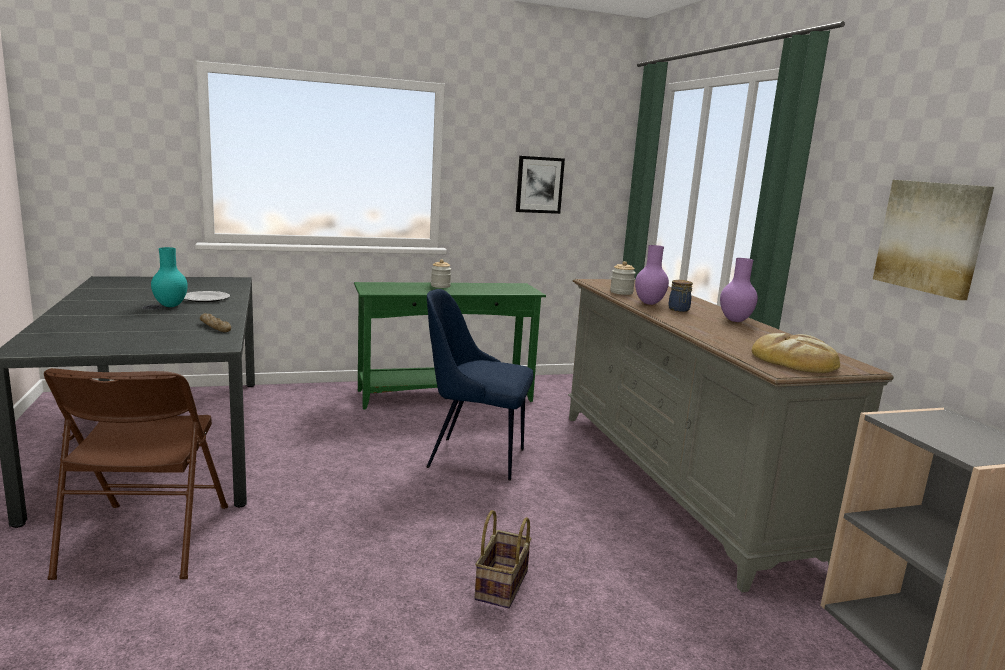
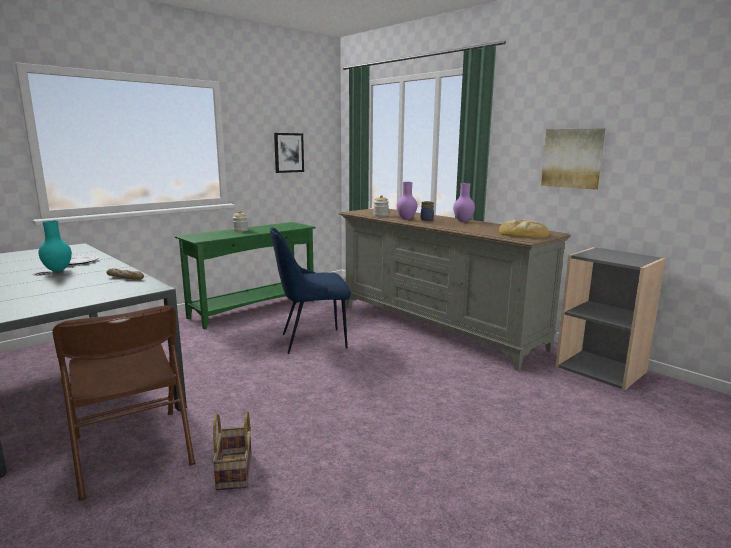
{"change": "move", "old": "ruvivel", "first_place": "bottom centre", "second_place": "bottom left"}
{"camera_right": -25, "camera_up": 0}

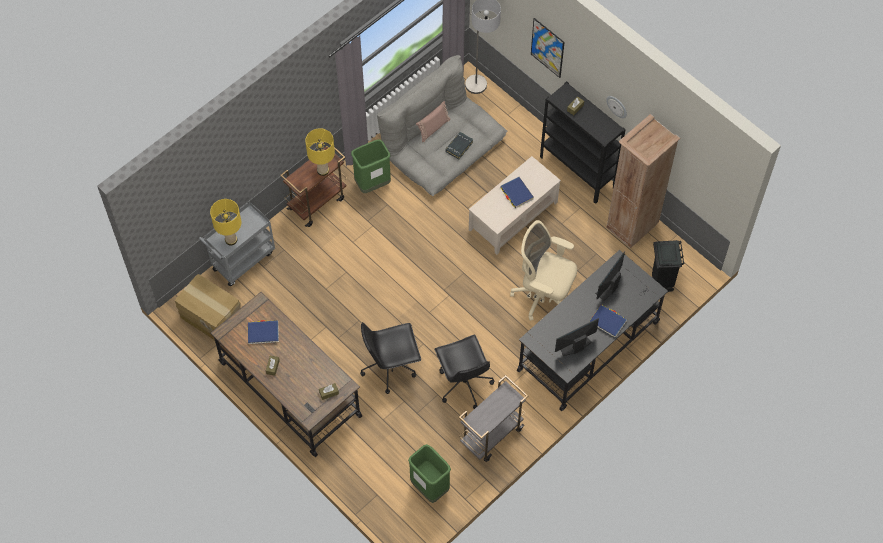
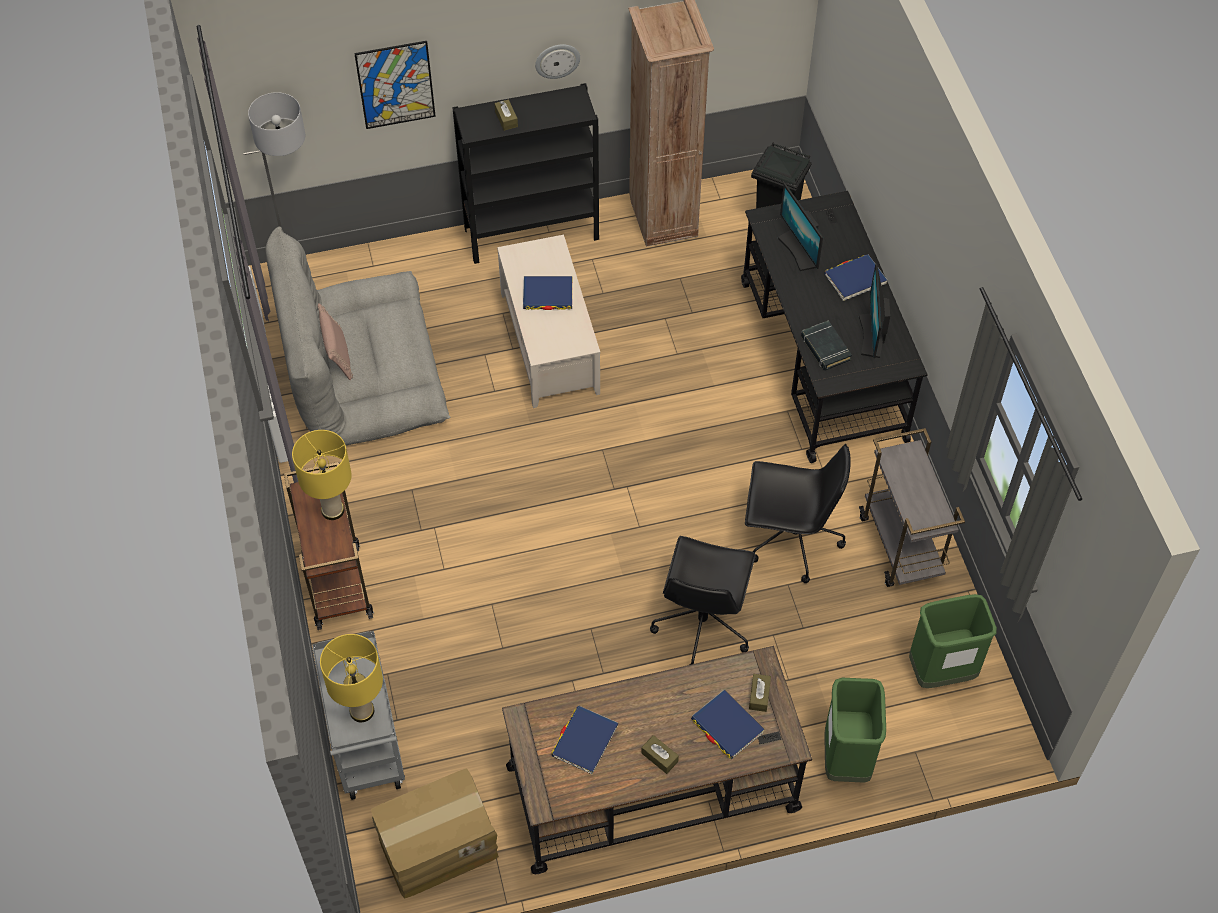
{"change": "move", "old": "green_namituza (1st from left)", "first_place": "top centre", "second_place": "bottom right"}
{"change": "move", "old": "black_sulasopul", "first_place": "top centre", "second_place": "middle right"}
{"change": "delete", "old": "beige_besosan", "first_place": "centre"}
{"change": "insert", "new": "blue_sulasopul (3rd from left)", "second_place": "bottom centre"}
{"camera_right": -60, "camera_up": -5}

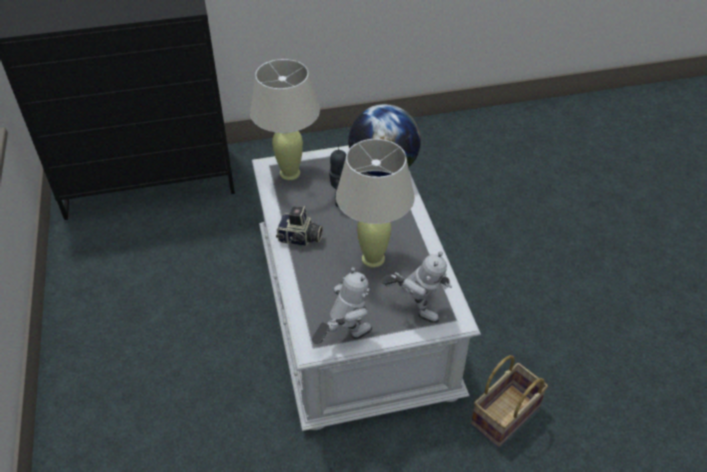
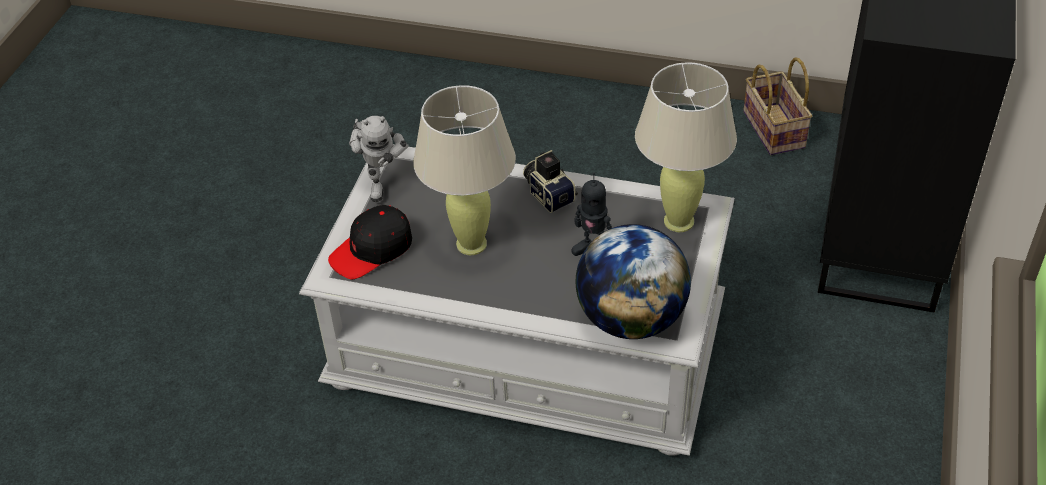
{"change": "rotate", "old": "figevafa", "first_place": "centre", "second_place": "centre", "degrees": 105}
{"change": "replace", "old": "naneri (3rd from left)", "new": "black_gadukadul", "first_place": "centre", "second_place": "centre"}
{"change": "move", "old": "ruvivel", "first_place": "bottom right", "second_place": "top right"}
{"camera_right": 120, "camera_up": 0}

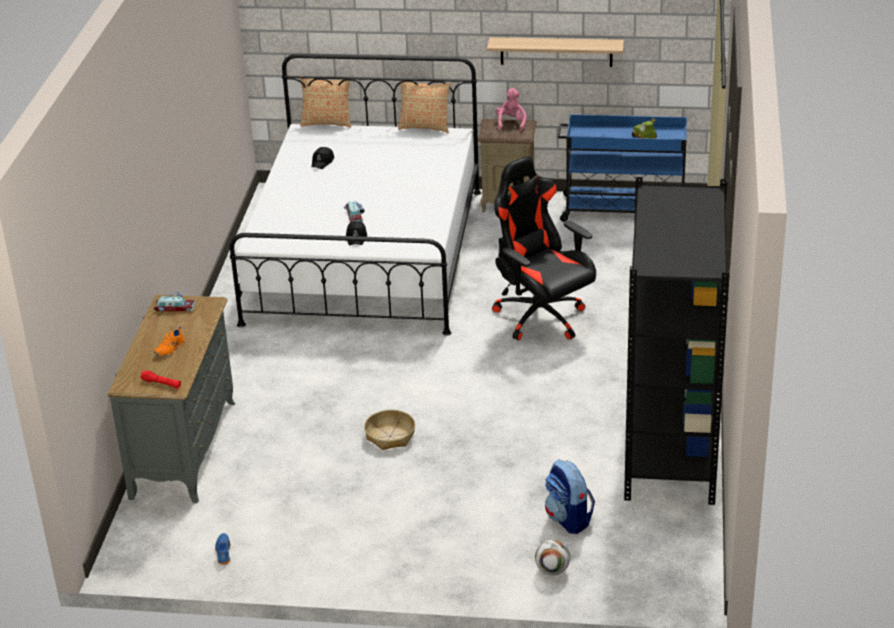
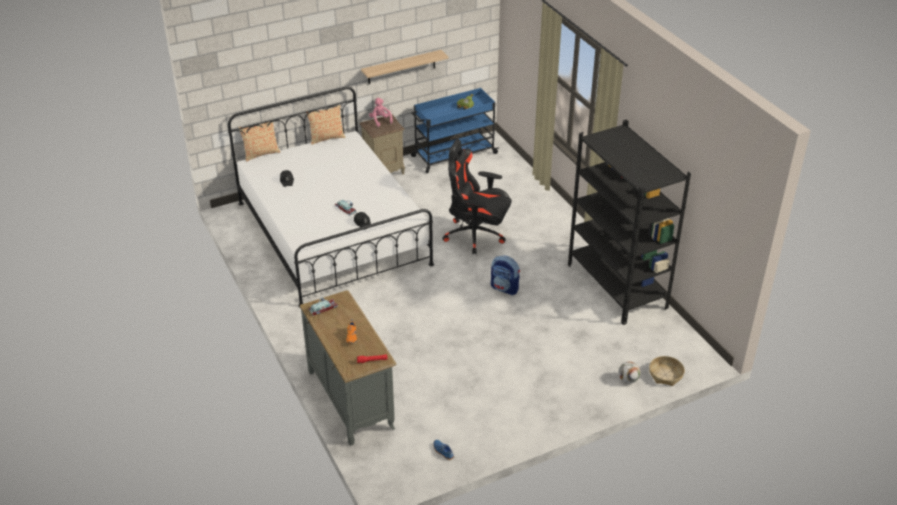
{"change": "move", "old": "ruvivel", "first_place": "bottom centre", "second_place": "bottom right"}
{"change": "move", "old": "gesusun", "first_place": "bottom centre", "second_place": "centre"}
{"camera_right": -35, "camera_up": 5}

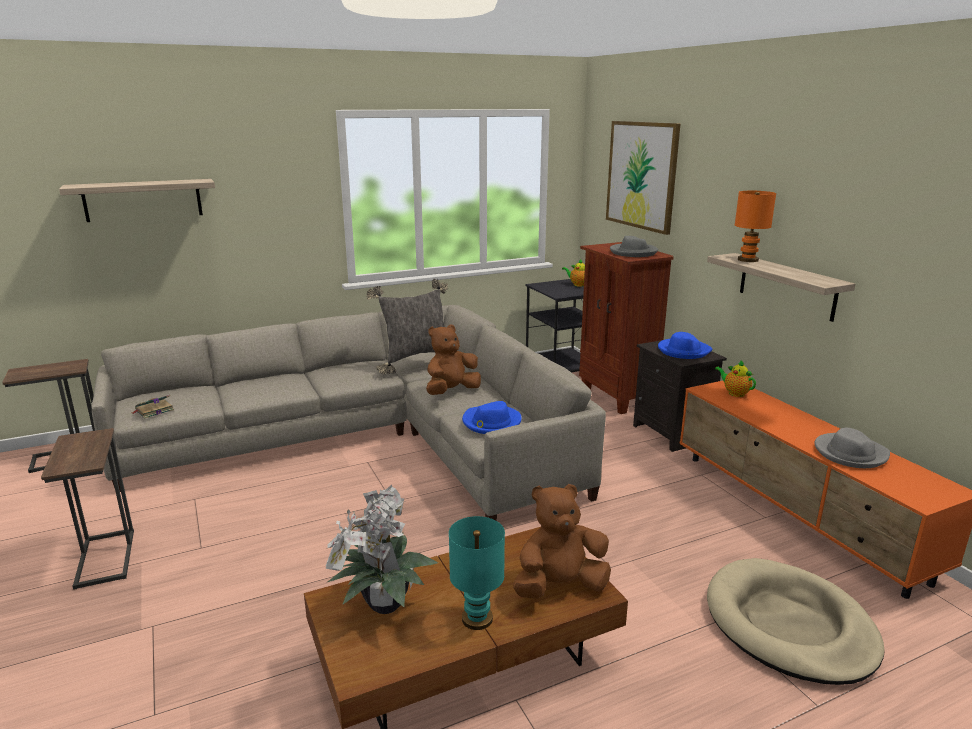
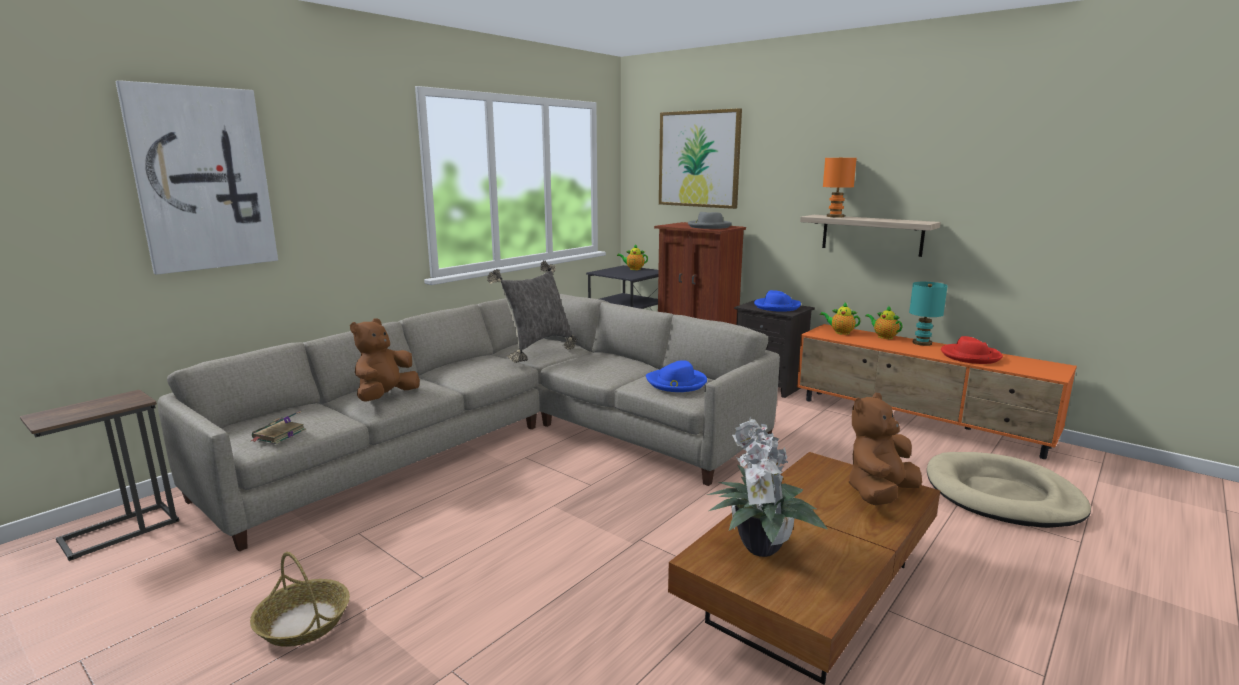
{"change": "replace", "old": "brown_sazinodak (2nd from left)", "new": "ruvivel", "first_place": "bottom left", "second_place": "bottom left"}
{"change": "replace", "old": "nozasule (1st from left)", "new": "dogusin (1st from left)", "first_place": "top left", "second_place": "top left"}
{"change": "move", "old": "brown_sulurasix (1st from left)", "first_place": "centre", "second_place": "middle left"}
{"change": "move", "old": "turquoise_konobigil", "first_place": "bottom centre", "second_place": "middle right"}
{"change": "recolor", "old": "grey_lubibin (2nd from left)", "new": "red_lubibin", "first_place": "middle right", "second_place": "middle right"}
{"change": "insert", "new": "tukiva (3rd from left)", "second_place": "middle right"}
{"camera_right": -25, "camera_up": -5}

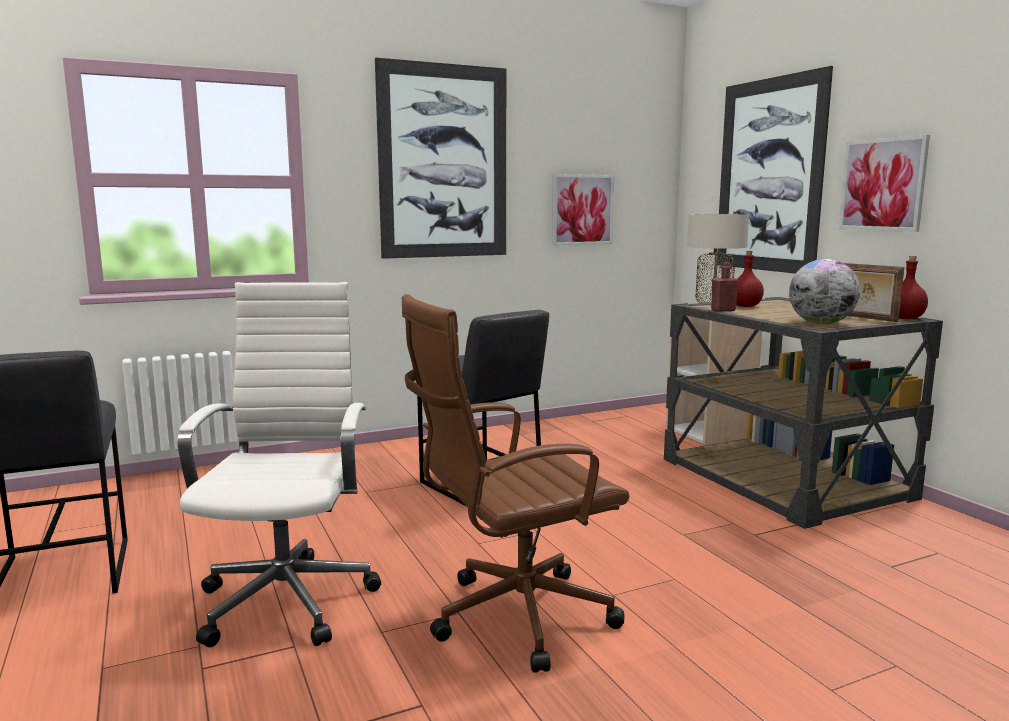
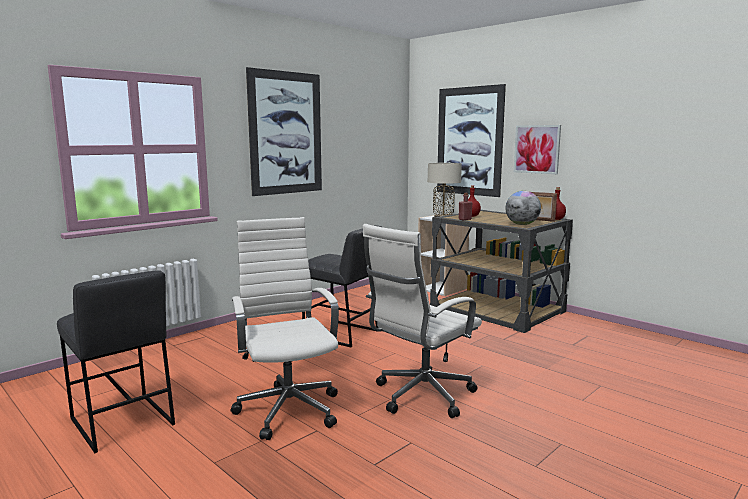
{"change": "recolor", "old": "brown_besosan", "new": "white_besosan (2nd from left)", "first_place": "bottom centre", "second_place": "centre"}
{"change": "delete", "old": "dogusin (2nd from left)", "first_place": "top centre"}
{"camera_right": -20, "camera_up": 0}

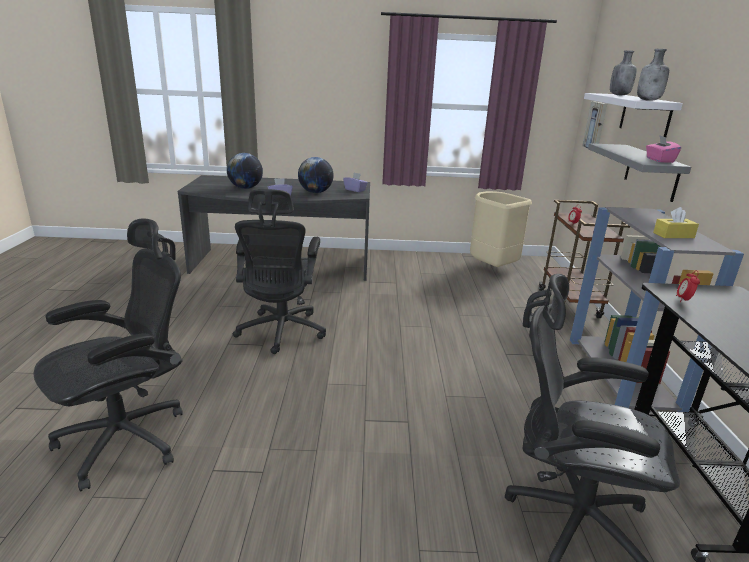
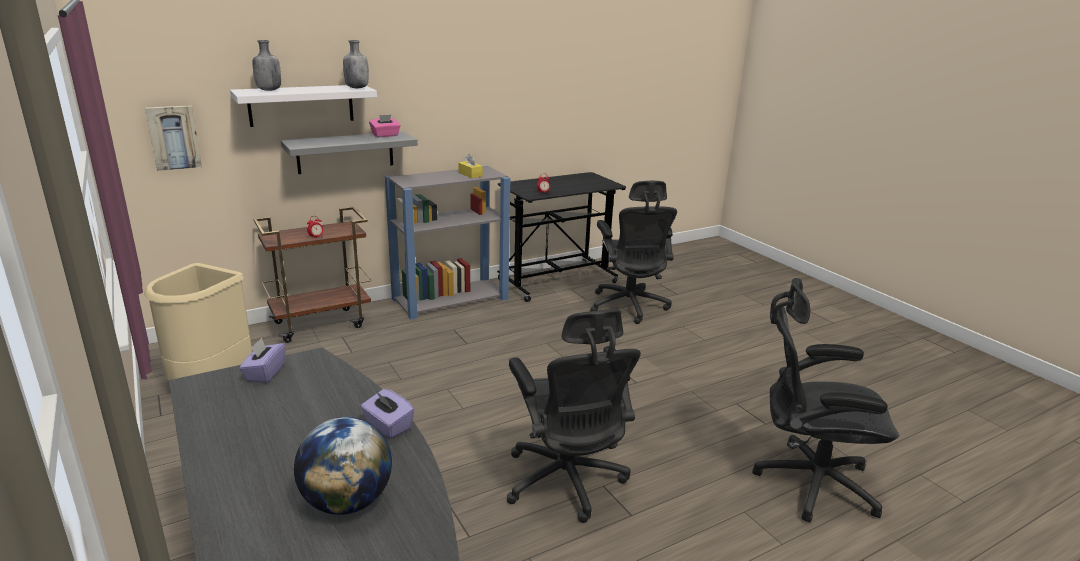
{"change": "rotate", "old": "besosan (2nd from left in the first image)", "first_place": "centre", "second_place": "bottom centre", "degrees": 105}
{"change": "delete", "old": "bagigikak (2nd from left)", "first_place": "top centre"}
{"camera_right": -120, "camera_up": 0}

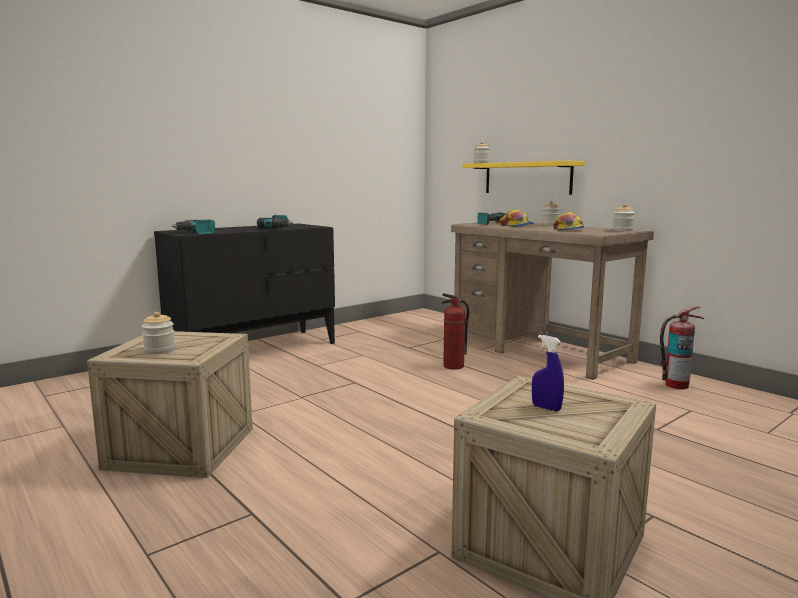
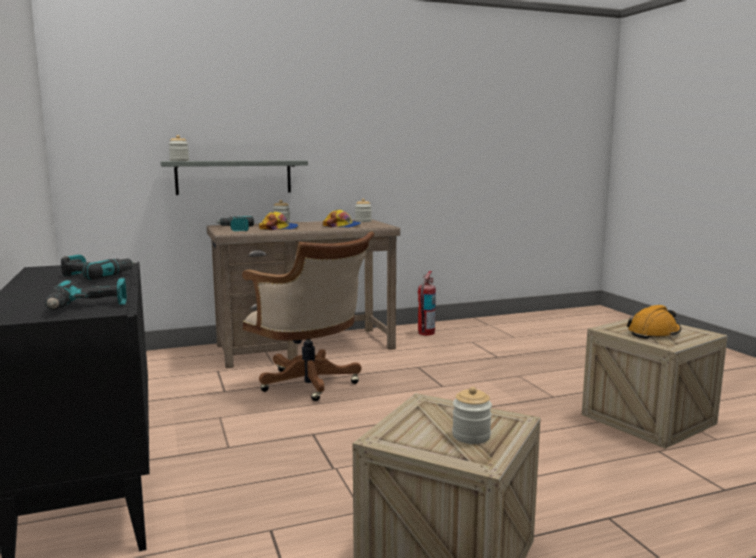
{"change": "replace", "old": "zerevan (1st from left)", "new": "besosan", "first_place": "centre", "second_place": "centre"}
{"change": "recolor", "old": "yellow_nozasule", "new": "grey_nozasule", "first_place": "top centre", "second_place": "top left"}
{"change": "replace", "old": "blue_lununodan", "new": "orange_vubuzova", "first_place": "middle right", "second_place": "middle right"}
{"camera_right": -70, "camera_up": 0}

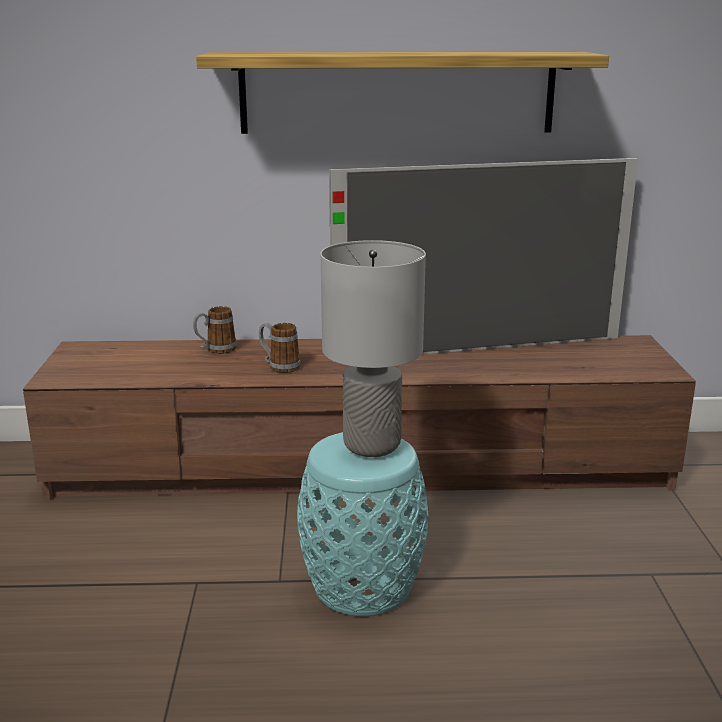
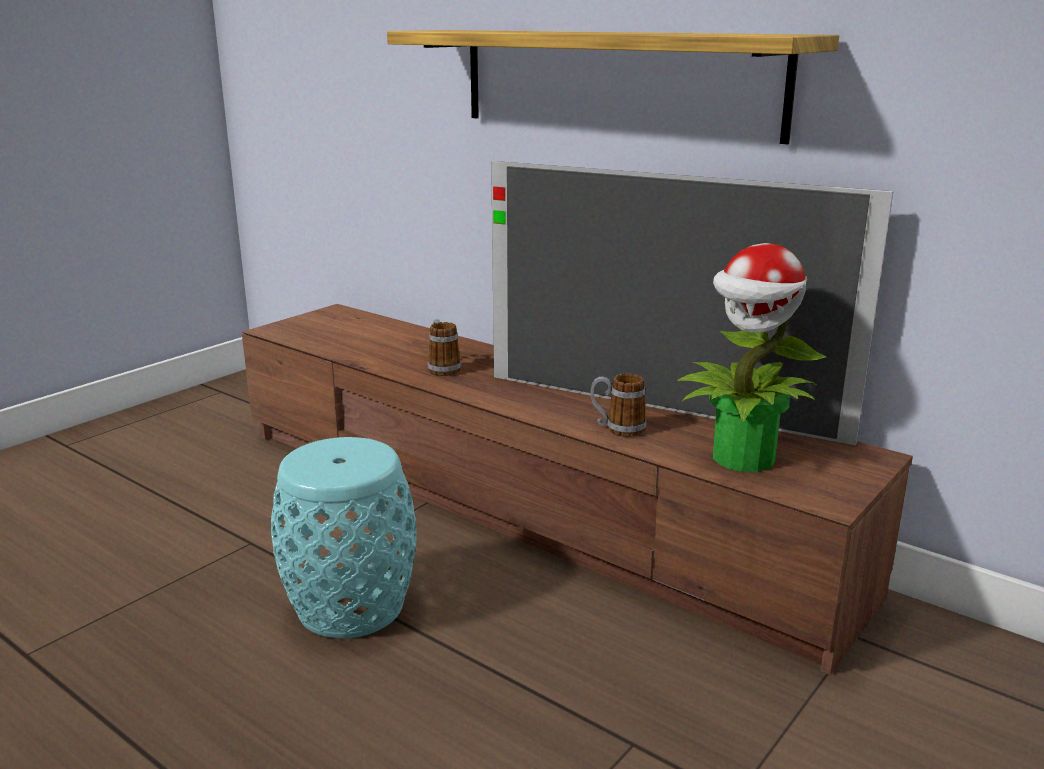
{"change": "move", "old": "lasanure (1st from left in the first image)", "new": "lasanure (2nd from left)", "first_place": "middle left", "second_place": "centre"}
{"change": "delete", "old": "grey_konobigil", "first_place": "centre"}
{"change": "insert", "new": "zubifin", "second_place": "middle right"}
{"camera_right": 40, "camera_up": 0}

